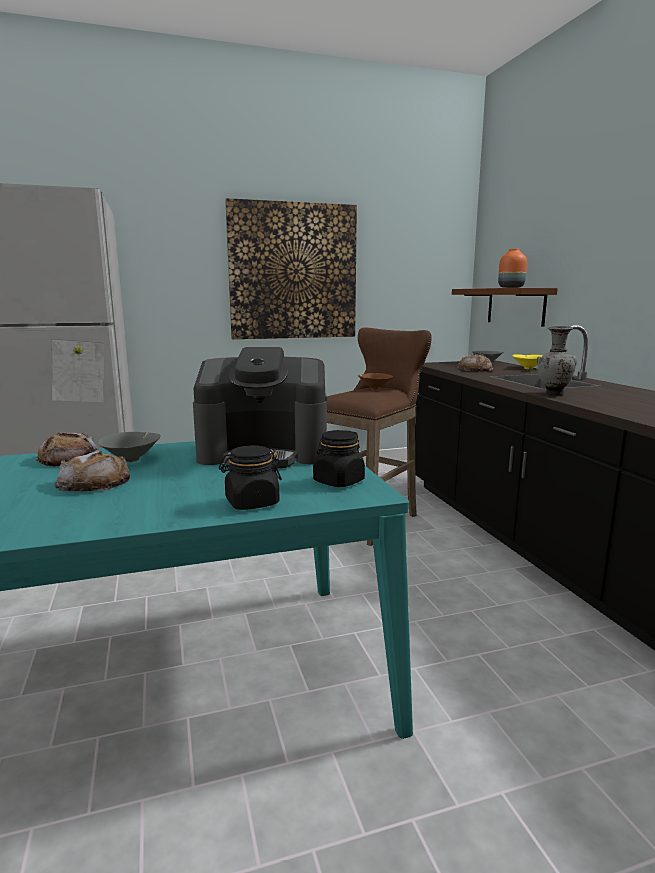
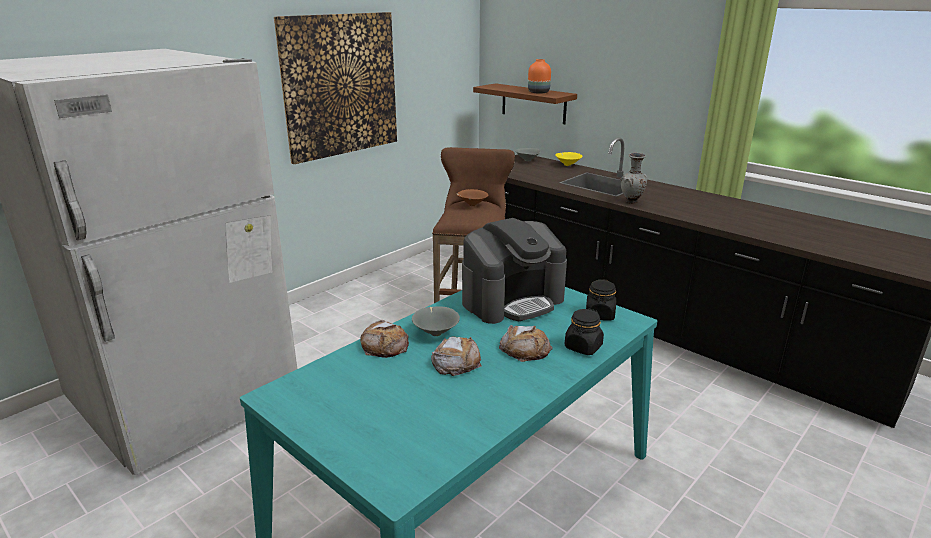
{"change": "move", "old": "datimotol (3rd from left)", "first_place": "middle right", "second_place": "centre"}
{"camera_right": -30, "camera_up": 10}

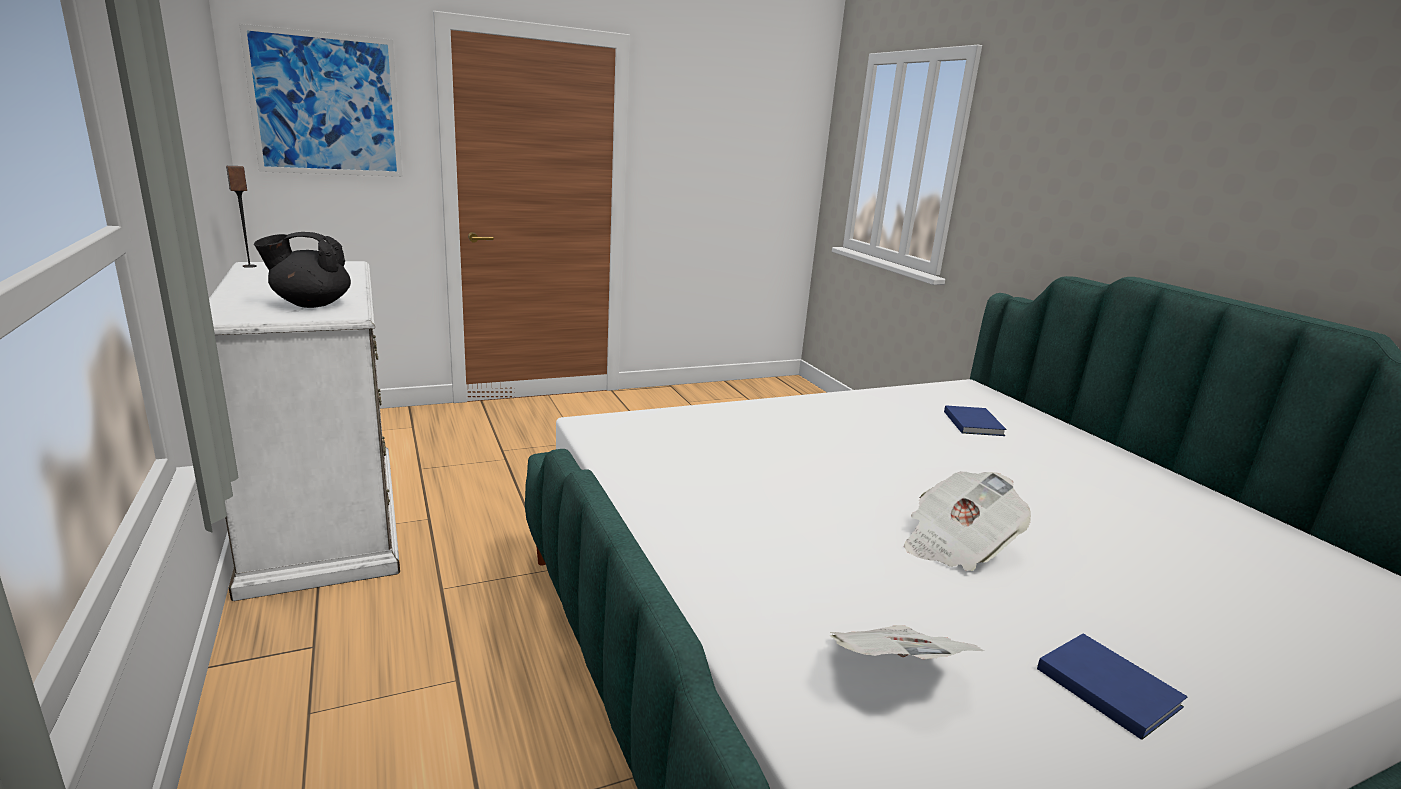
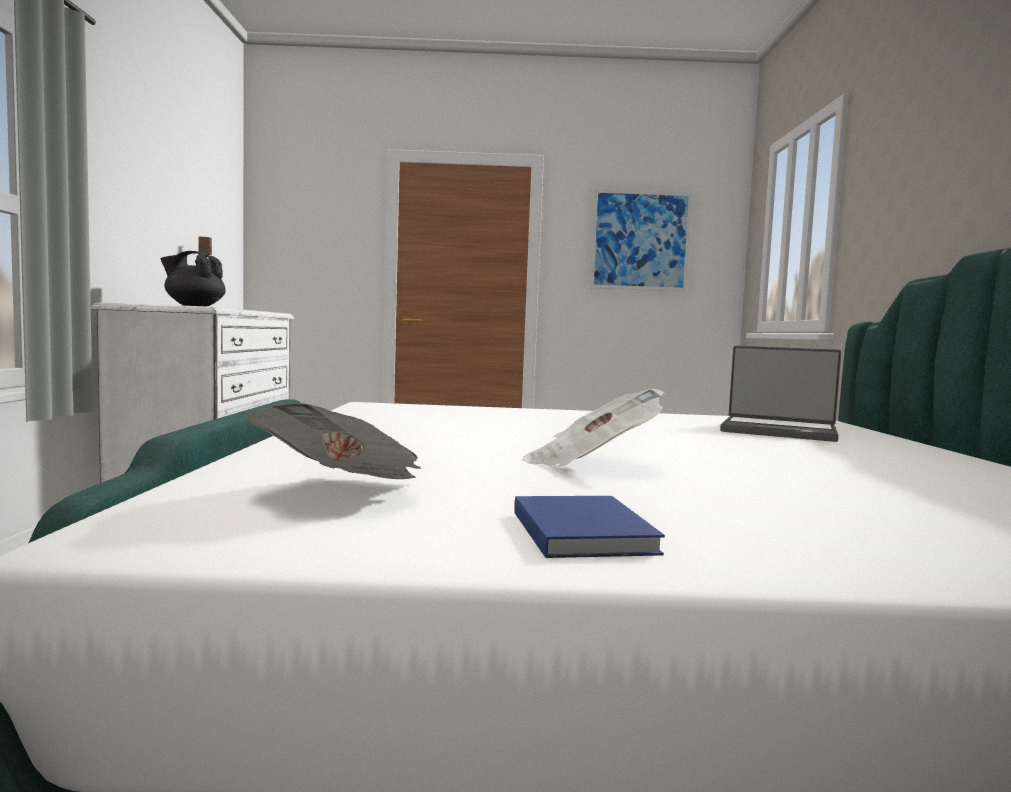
{"change": "move", "old": "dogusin", "first_place": "top left", "second_place": "top centre"}
{"change": "replace", "old": "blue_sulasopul (1st from left)", "new": "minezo", "first_place": "middle right", "second_place": "middle right"}
{"camera_right": 25, "camera_up": -15}

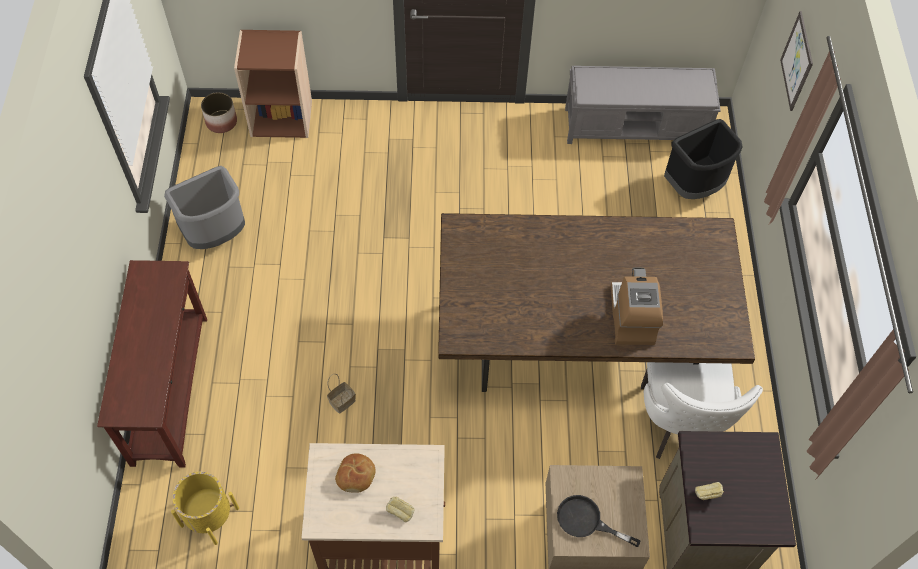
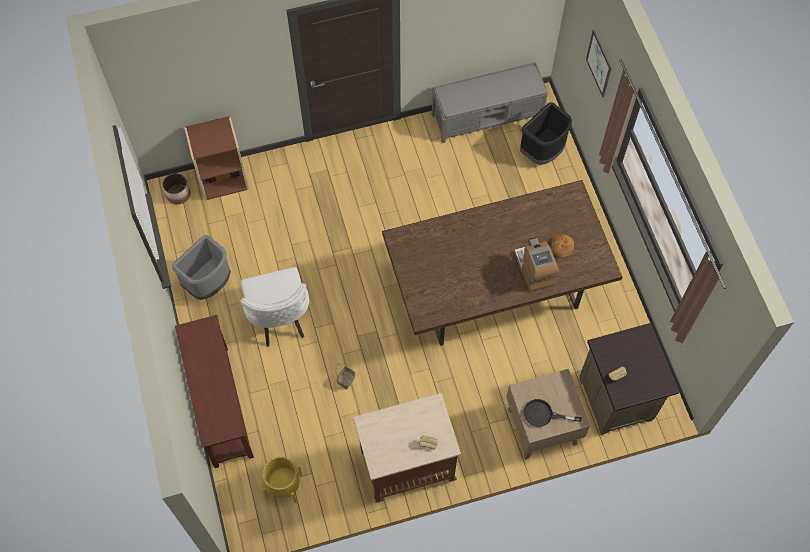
{"change": "move", "old": "datimotol (1st from left in the first image)", "new": "datimotol (2nd from left)", "first_place": "bottom centre", "second_place": "middle right"}
{"change": "move", "old": "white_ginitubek", "first_place": "bottom right", "second_place": "centre"}
{"camera_right": -15, "camera_up": 5}

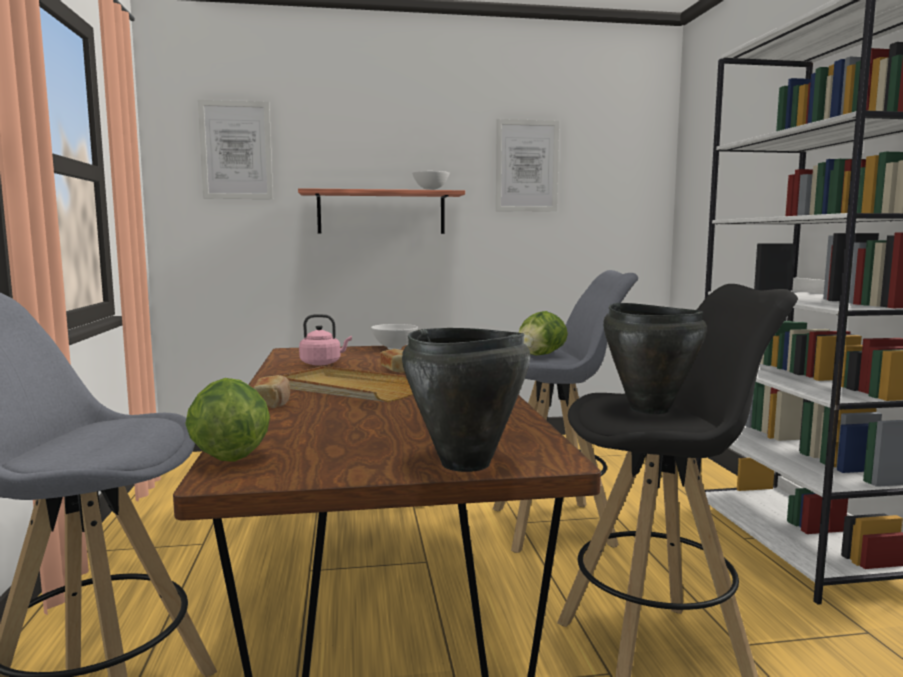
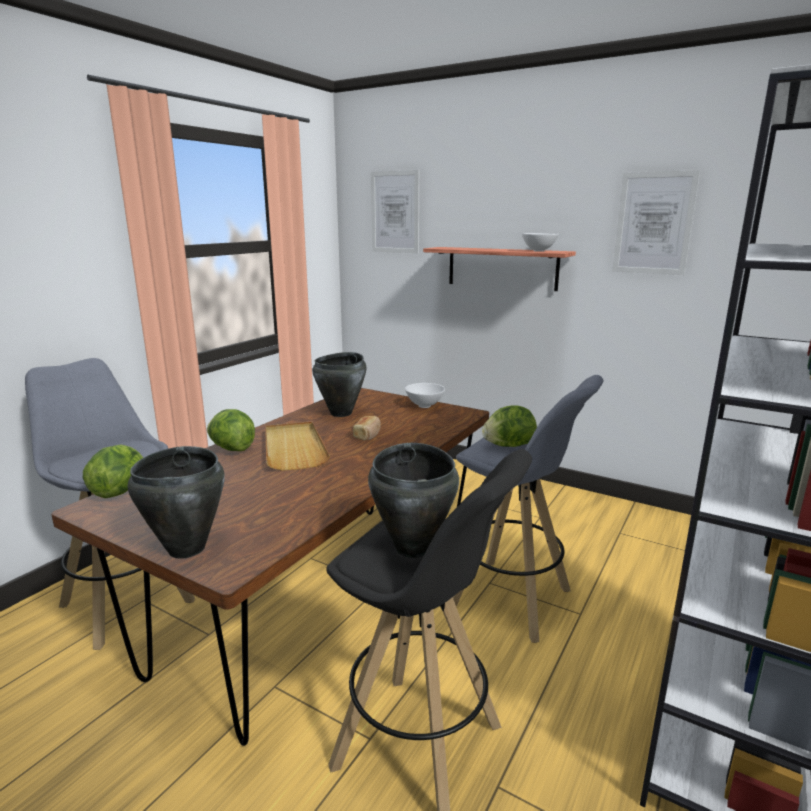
{"change": "replace", "old": "datimotol (1st from left)", "new": "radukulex (2nd from left)", "first_place": "middle left", "second_place": "middle left"}
{"change": "replace", "old": "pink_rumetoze", "new": "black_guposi (2nd from left)", "first_place": "centre", "second_place": "centre"}
{"camera_right": 40, "camera_up": 10}

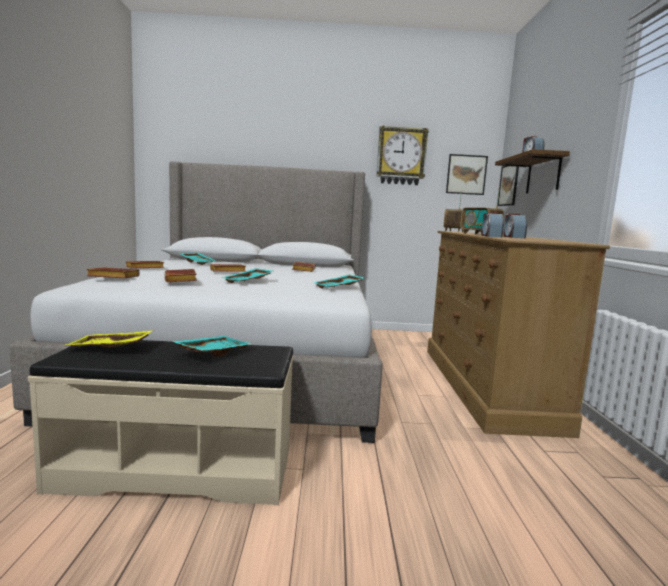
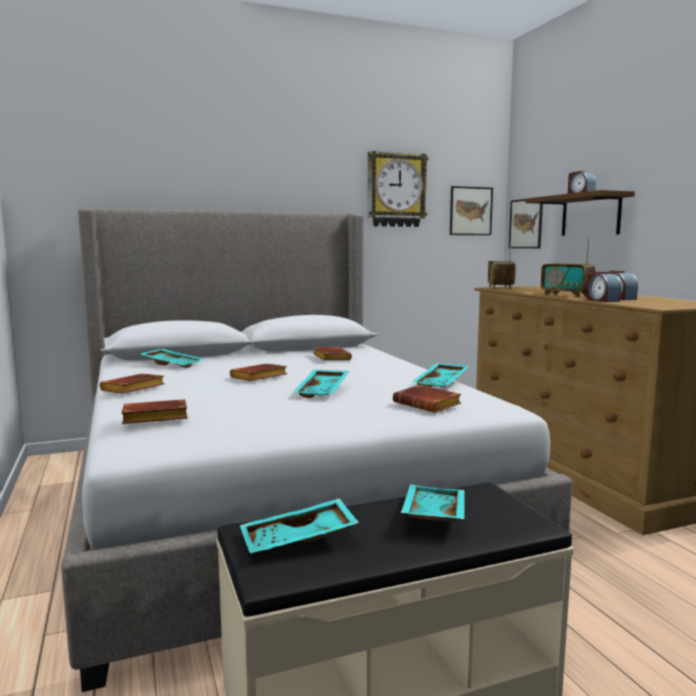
{"change": "recolor", "old": "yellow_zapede", "new": "turquoise_zapede (2nd from left)", "first_place": "middle left", "second_place": "bottom centre"}
{"change": "move", "old": "brown_sulasopul (3rd from left in the first image)", "new": "brown_sulasopul (5th from left)", "first_place": "middle left", "second_place": "centre"}
{"camera_right": -20, "camera_up": 0}

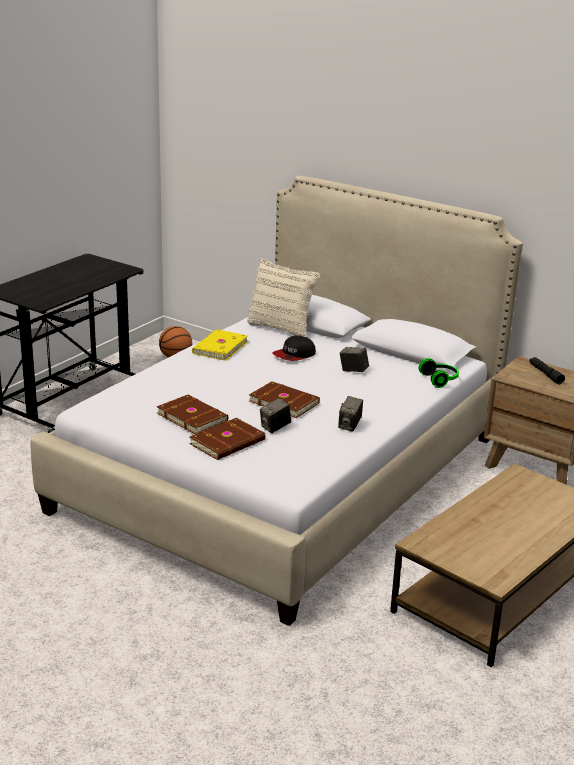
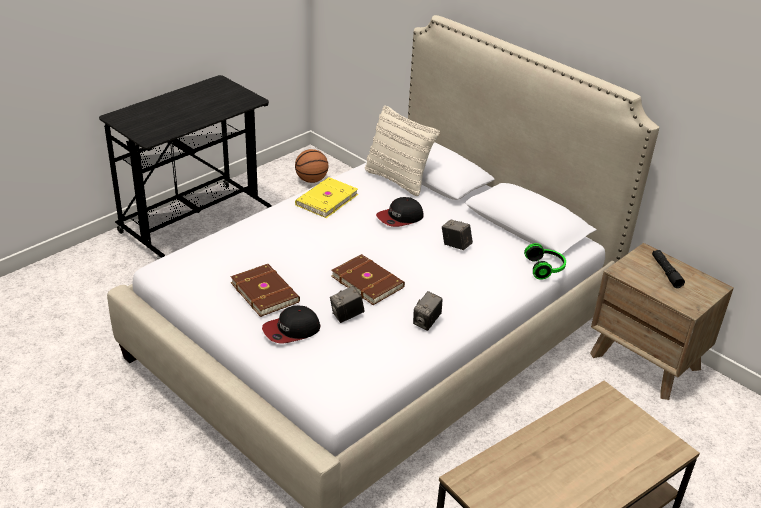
{"change": "replace", "old": "brown_sulasopul (2nd from left)", "new": "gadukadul (1st from left)", "first_place": "centre", "second_place": "centre"}
{"camera_right": 10, "camera_up": 10}

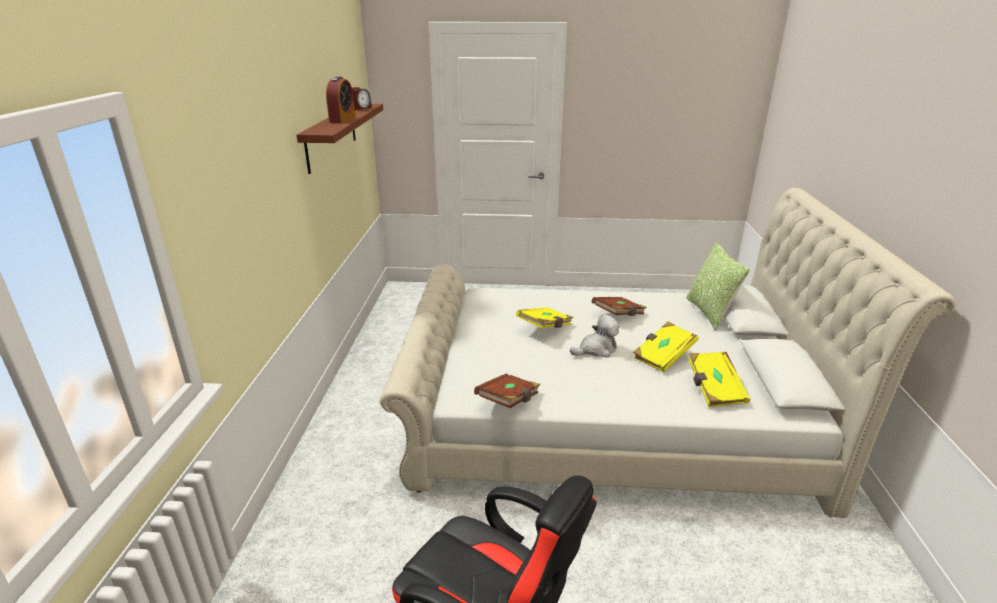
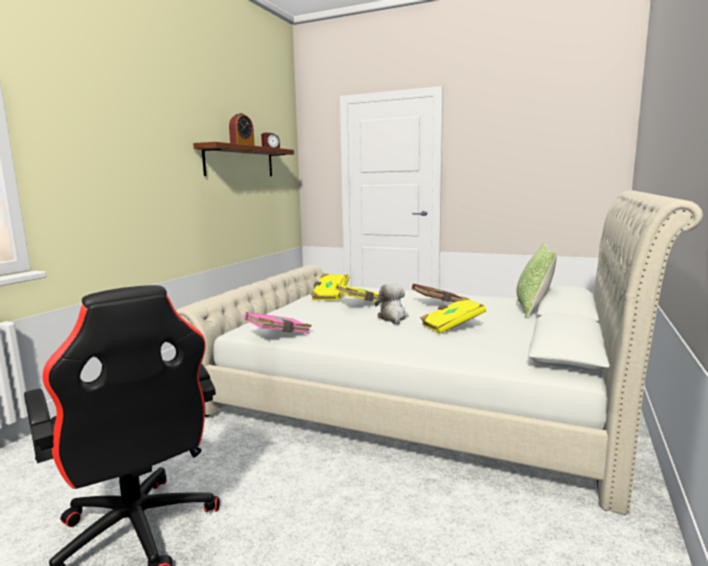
{"change": "recolor", "old": "brown_sulasopul (1st from left)", "new": "pink_sulasopul", "first_place": "centre", "second_place": "centre"}
{"change": "rotate", "old": "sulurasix", "first_place": "centre", "second_place": "centre", "degrees": -90}
{"change": "move", "old": "yellow_sulasopul (3rd from left in the first image)", "new": "yellow_sulasopul (1st from left)", "first_place": "middle right", "second_place": "centre"}
{"camera_right": 20, "camera_up": -15}

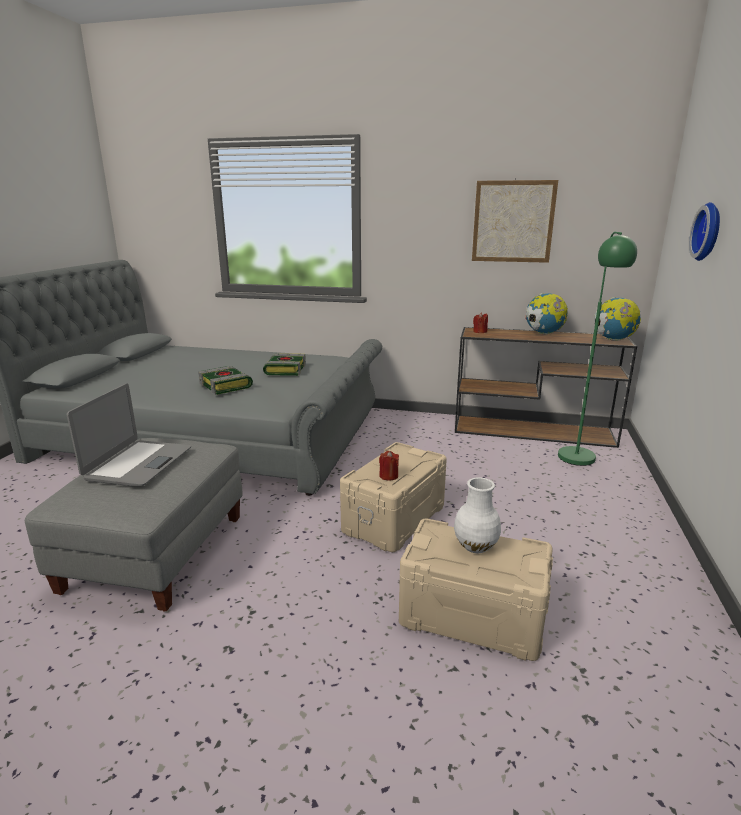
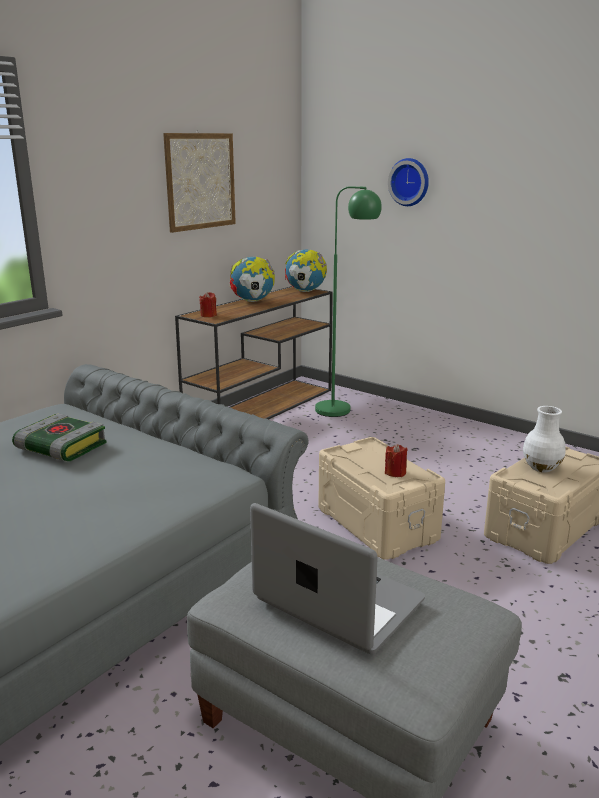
{"change": "delete", "old": "sulasopul (1st from left)", "first_place": "middle left"}
{"camera_right": -65, "camera_up": 0}

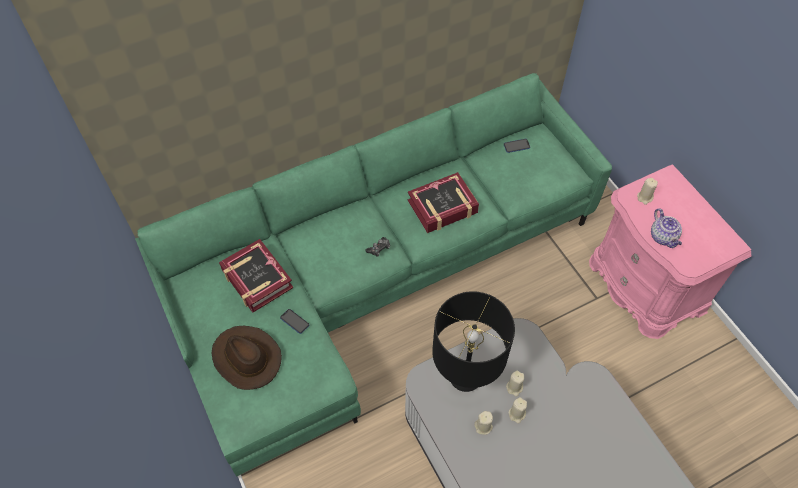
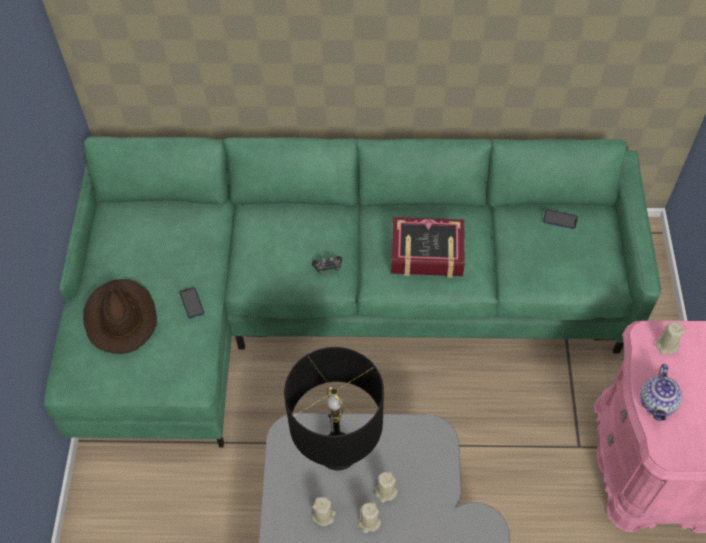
{"change": "delete", "old": "sulasopul (1st from left)", "first_place": "middle left"}
{"camera_right": 30, "camera_up": 0}

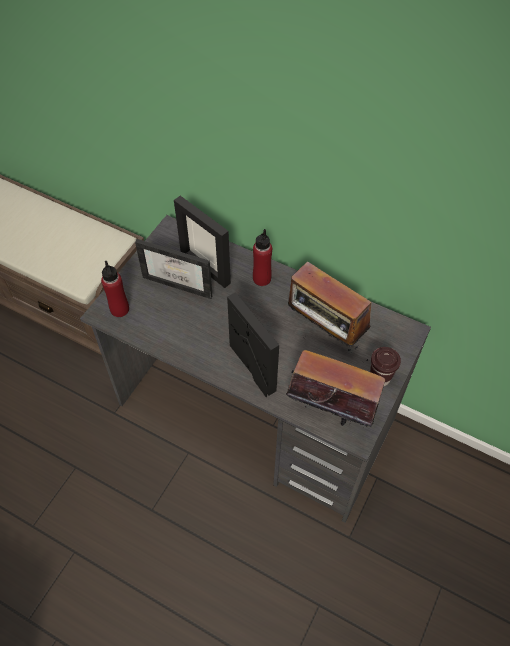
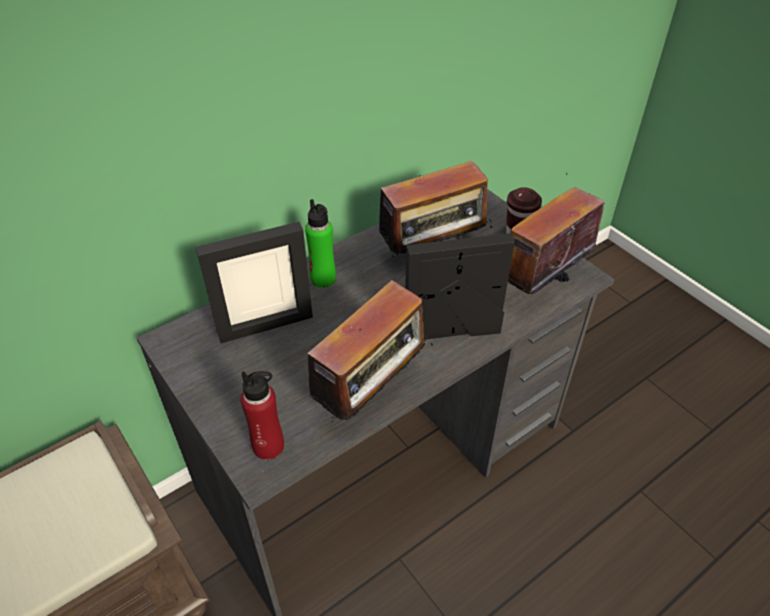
{"change": "delete", "old": "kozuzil (1st from left)", "first_place": "centre"}
{"change": "recolor", "old": "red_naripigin (2nd from left)", "new": "green_naripigin", "first_place": "centre", "second_place": "centre"}
{"change": "insert", "new": "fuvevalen (1st from left)", "second_place": "centre"}
{"camera_right": -65, "camera_up": -10}

